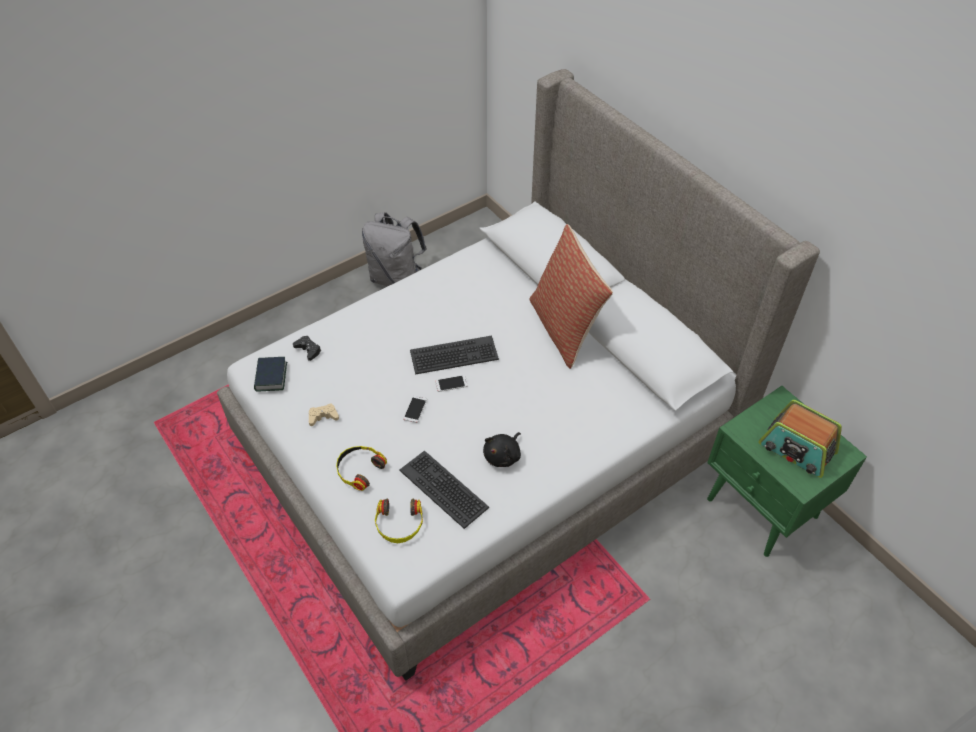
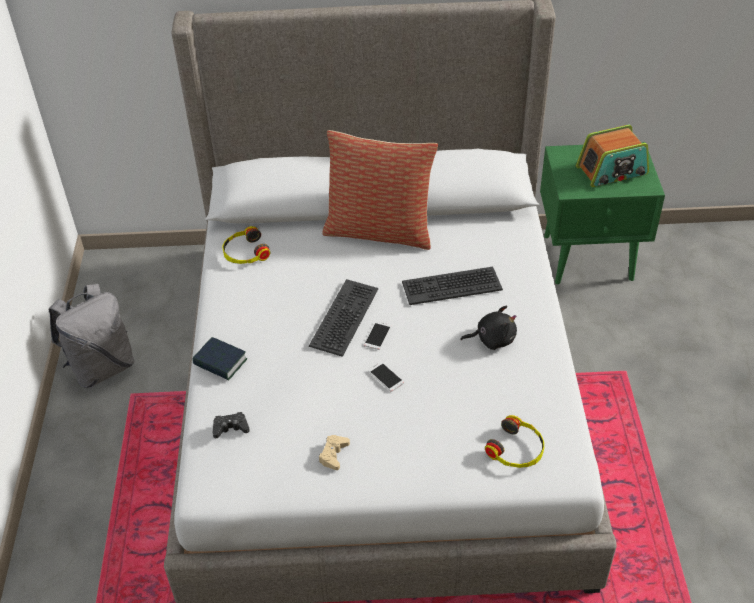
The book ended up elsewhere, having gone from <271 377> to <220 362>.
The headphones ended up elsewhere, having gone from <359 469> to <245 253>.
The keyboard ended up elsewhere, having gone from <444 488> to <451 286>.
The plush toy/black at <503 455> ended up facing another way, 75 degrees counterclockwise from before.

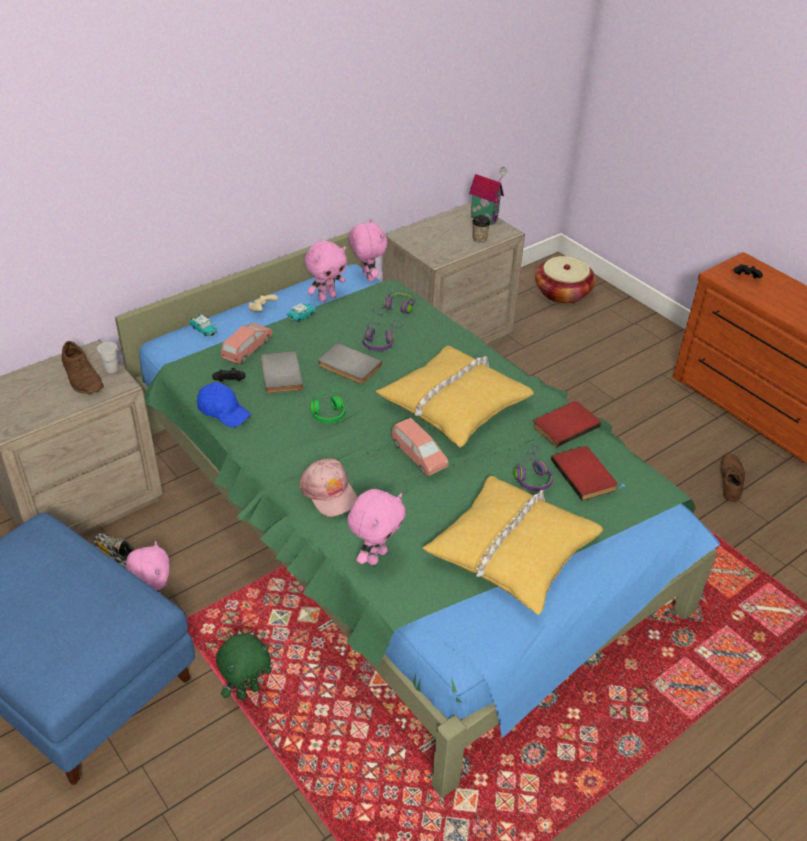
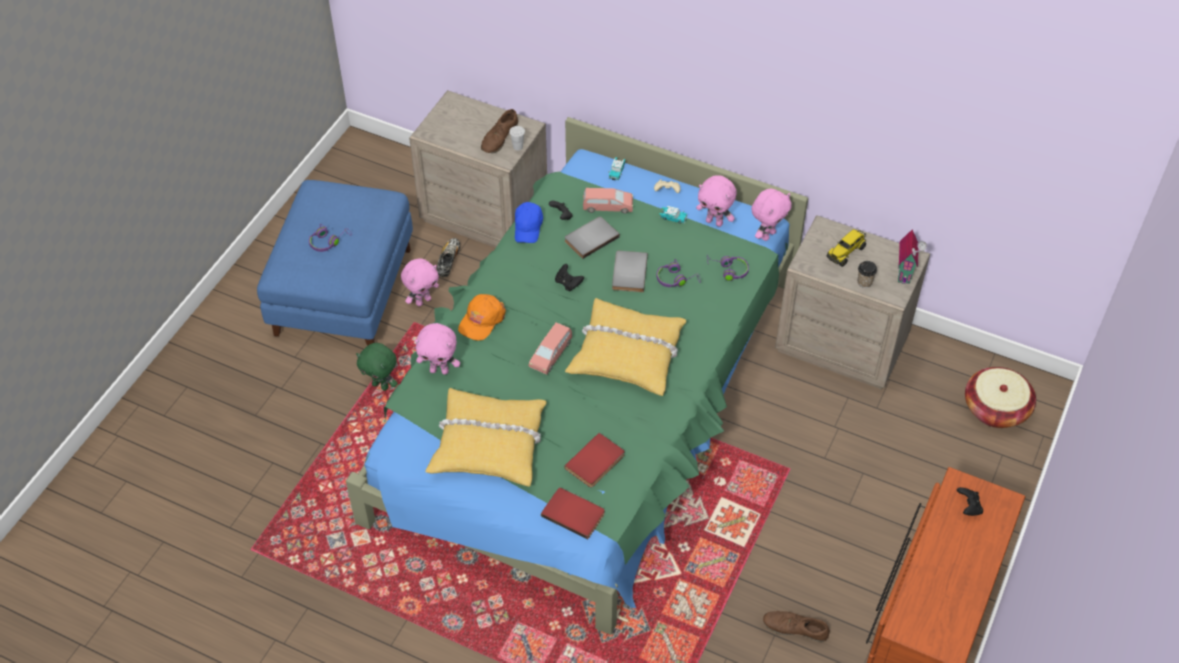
The second view gained the toy truck at <846 252>.
The headphones/purple ended up elsewhere, having gone from <532 476> to <328 241>.
The book/red ended up elsewhere, having gone from <564 425> to <574 513>.
Where the headphones/green stood at <328 410>, the game controller/black came to stand at <568 283>.
What was the cap/pink at <329 492> turned into the cap/orange at <481 320>.
The shoe/brown at <730 481> ended up facing another way, 150 degrees counterclockwise from before.

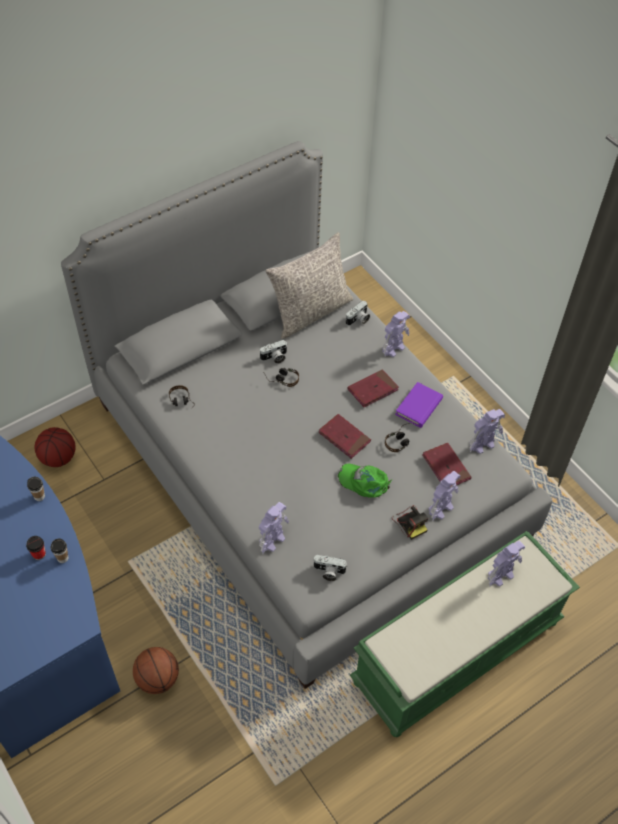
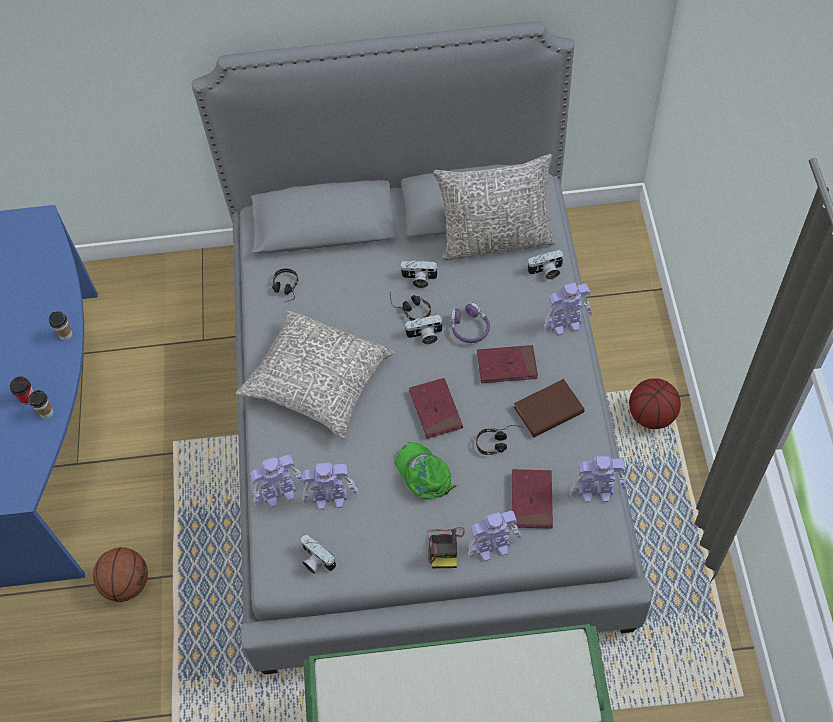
The second view gained the pillow/grey at <317 382>.
The second view gained the photo camera at <425 336>.
The second view gained the headphones/purple at <469 328>.
The basketball ended up elsewhere, having gone from <58 458> to <652 415>.
The toy robot ended up elsewhere, having gone from <501 574> to <331 498>.
What was the book/purple at <419 407> turned into the book/brown at <548 410>.

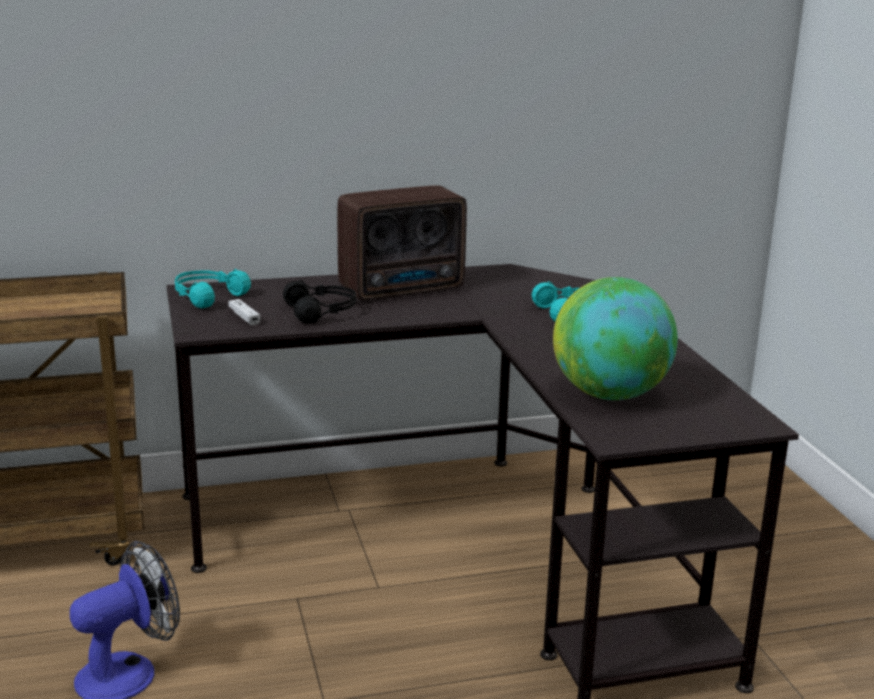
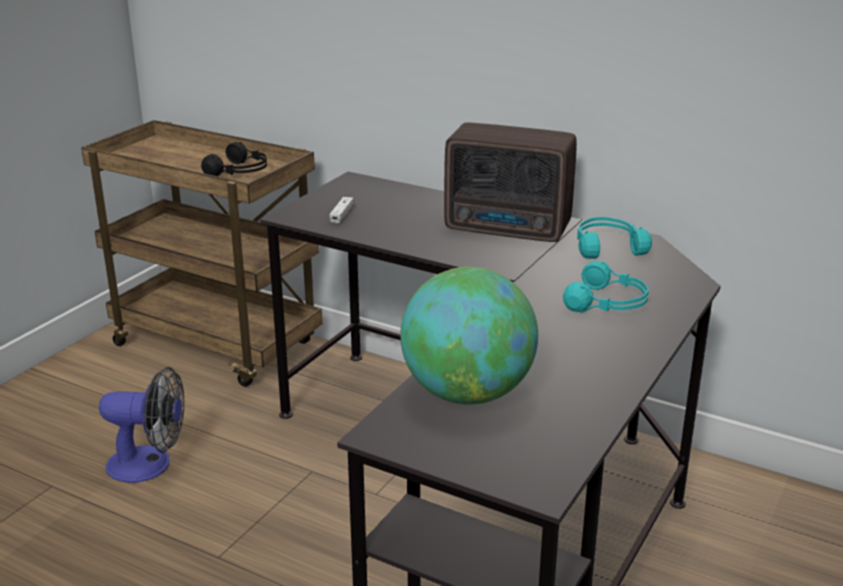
The headphones/turquoise ended up elsewhere, having gone from <207 297> to <607 247>.
The headphones/black ended up elsewhere, having gone from <322 312> to <240 172>.

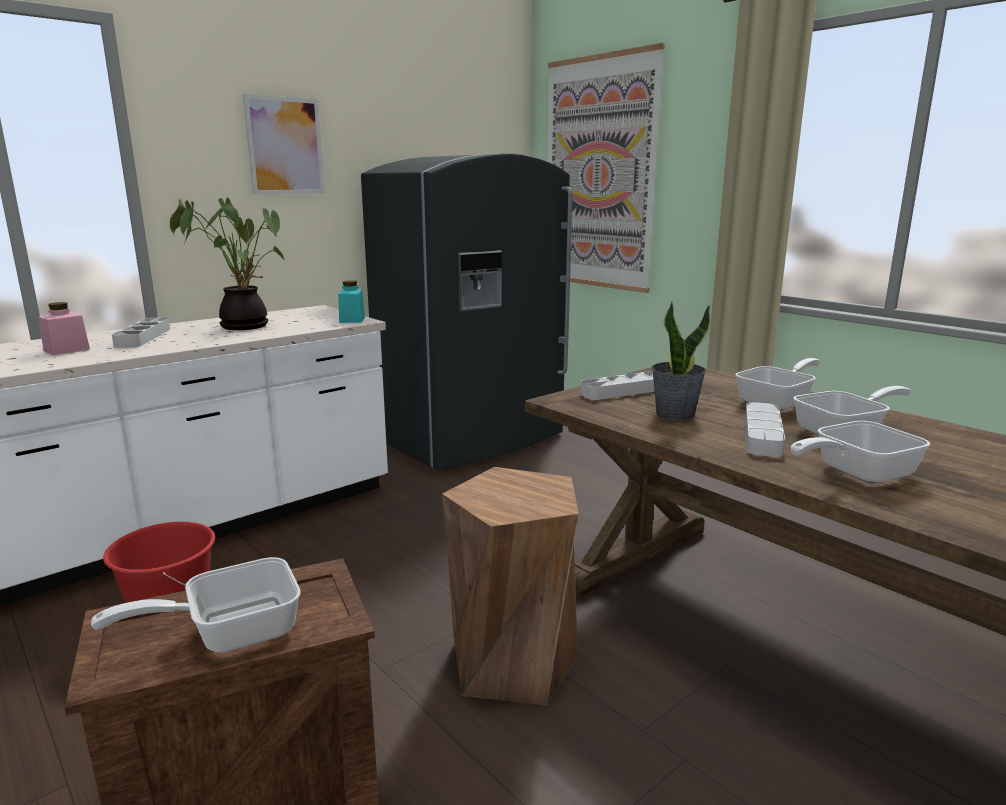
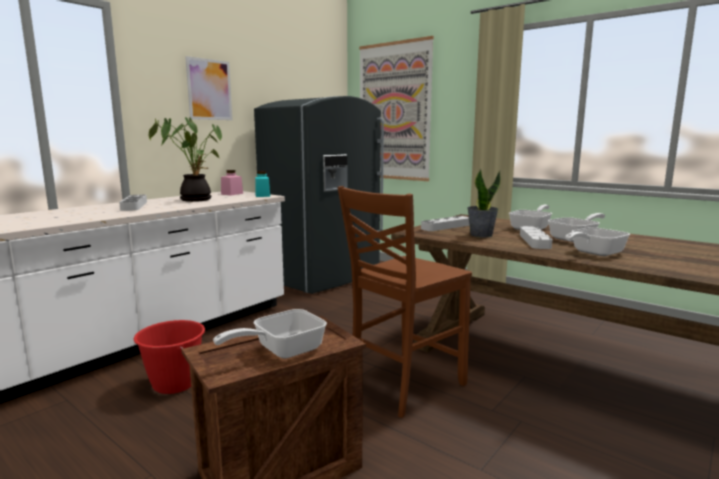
The jar/pink ended up elsewhere, having gone from <66 350> to <232 194>.
Where the stool/brown stood at <512 662>, the chair/brown came to stand at <403 386>.

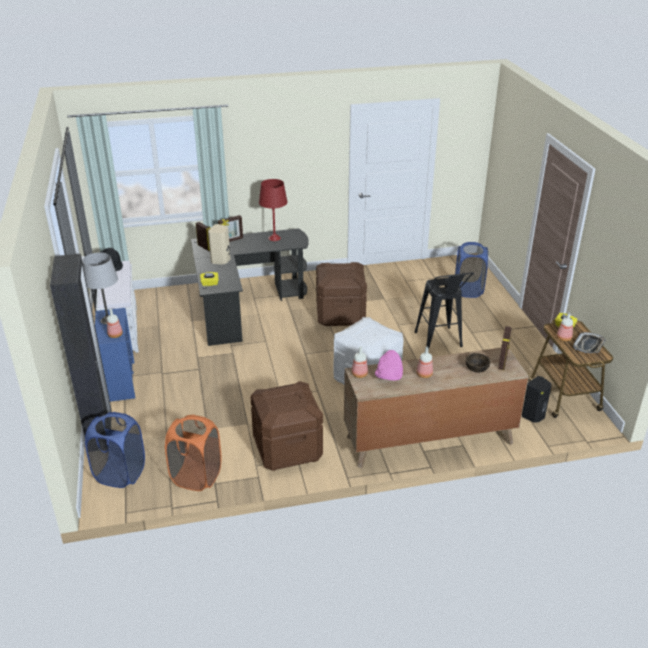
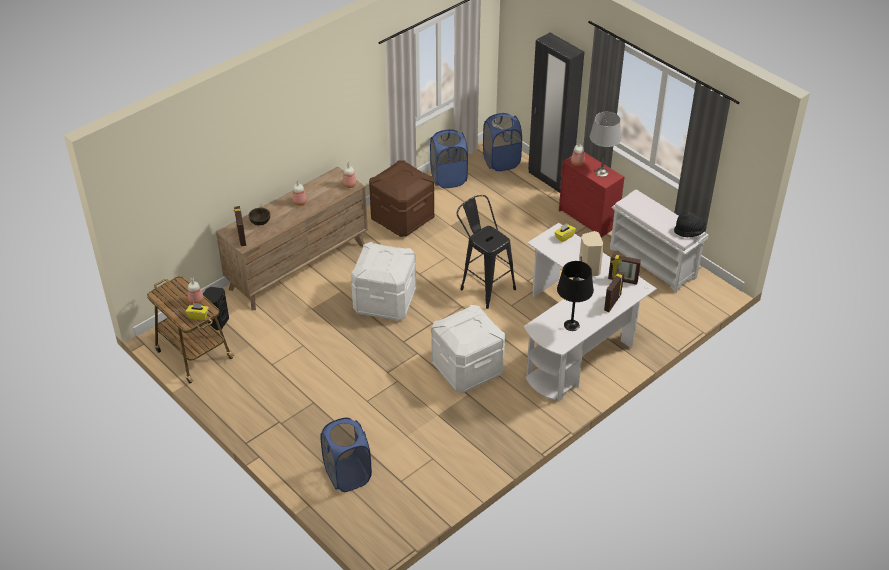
The second view lost the hat/pink at <389 377>.
The second view lost the tray at <589 345>.
The stool/black ended up elsewhere, having gone from <439 342> to <484 286>.
What was the dresser/blue at <120 381> turned into the dresser/red at <588 219>.
What was the laundry basket/orange at <196 477> turned into the laundry basket/blue at <448 178>.
What was the desk/black at <243 305> turned into the desk/white at <578 340>.
What was the table lamp/red at <274 238> turned into the table lamp/black at <571 325>.
What was the storage box/brown at <340 315> turned into the storage box/white at <467 369>.

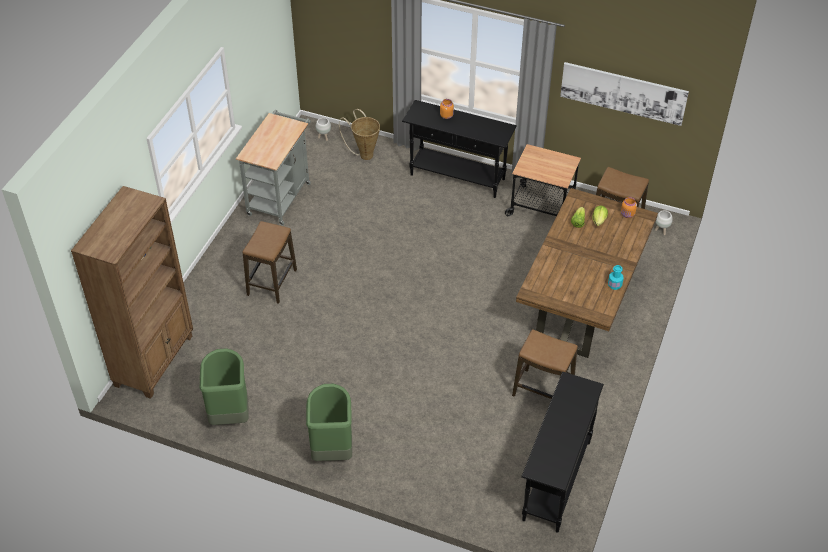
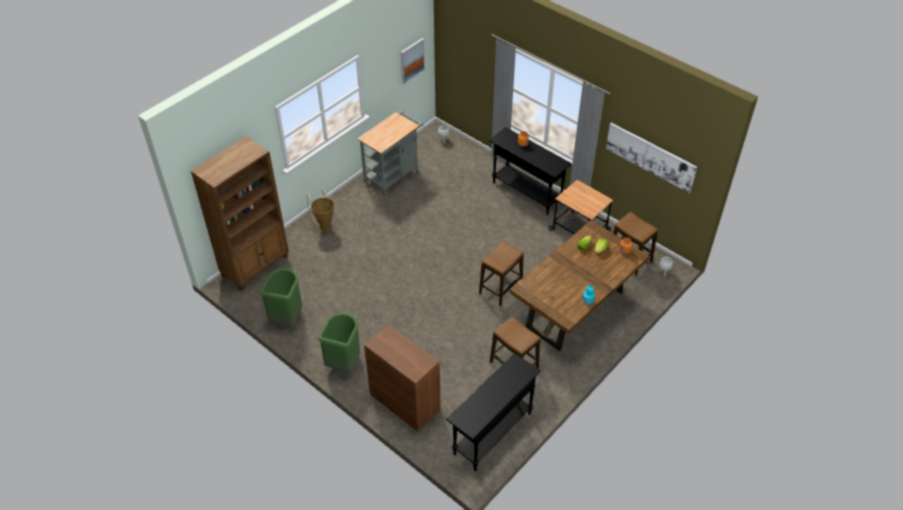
The second view gained the cabinet/brown at <404 402>.
The second view gained the picture at <412 60>.
The stool ended up elsewhere, having gone from <272 282> to <500 288>.
The basket ended up elsewhere, having gone from <364 154> to <325 226>.

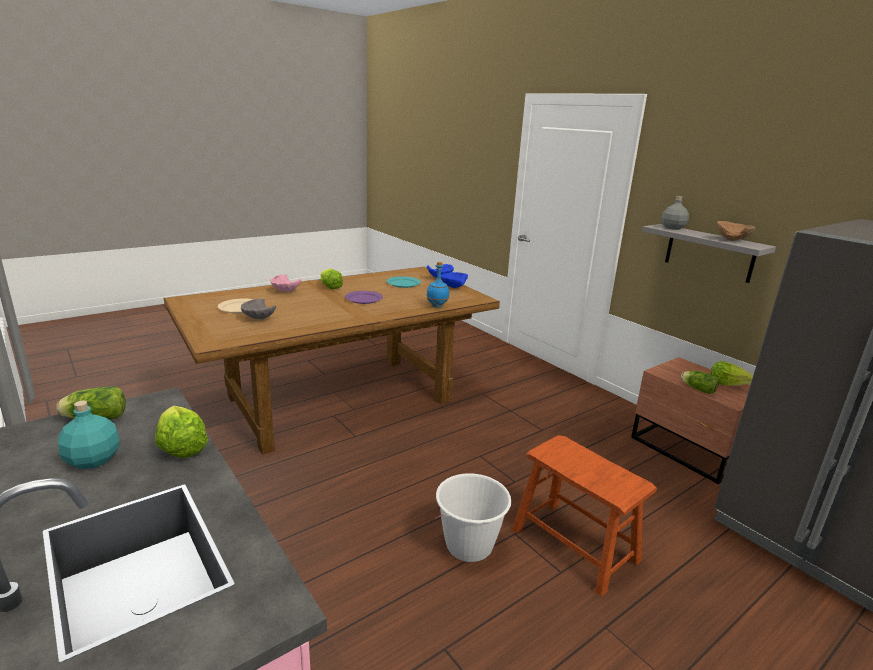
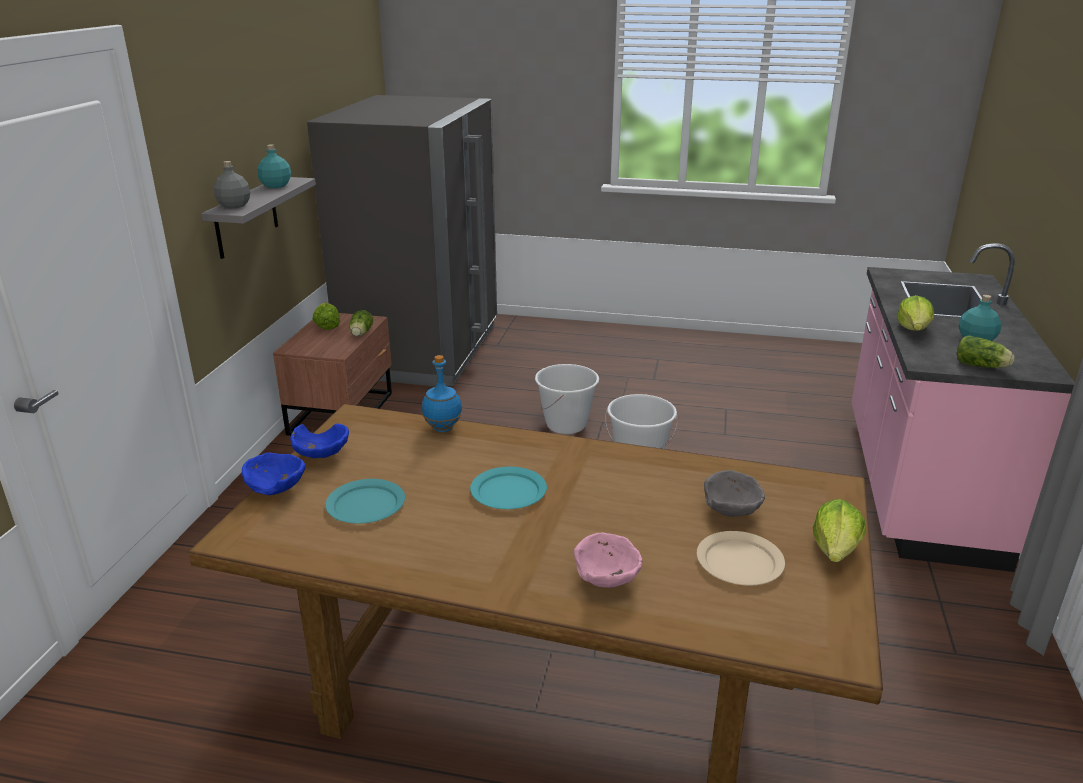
The lettuce ended up elsewhere, having gone from <330 287> to <836 550>.
Where the stool/brown stood at <574 545>, the bucket/white came to stand at <566 425>.
Where the bowl/brown stood at <732 240>, the bottle/turquoise came to stand at <276 186>.
What was the plate/purple at <364 299> turned into the plate/turquoise at <508 491>.

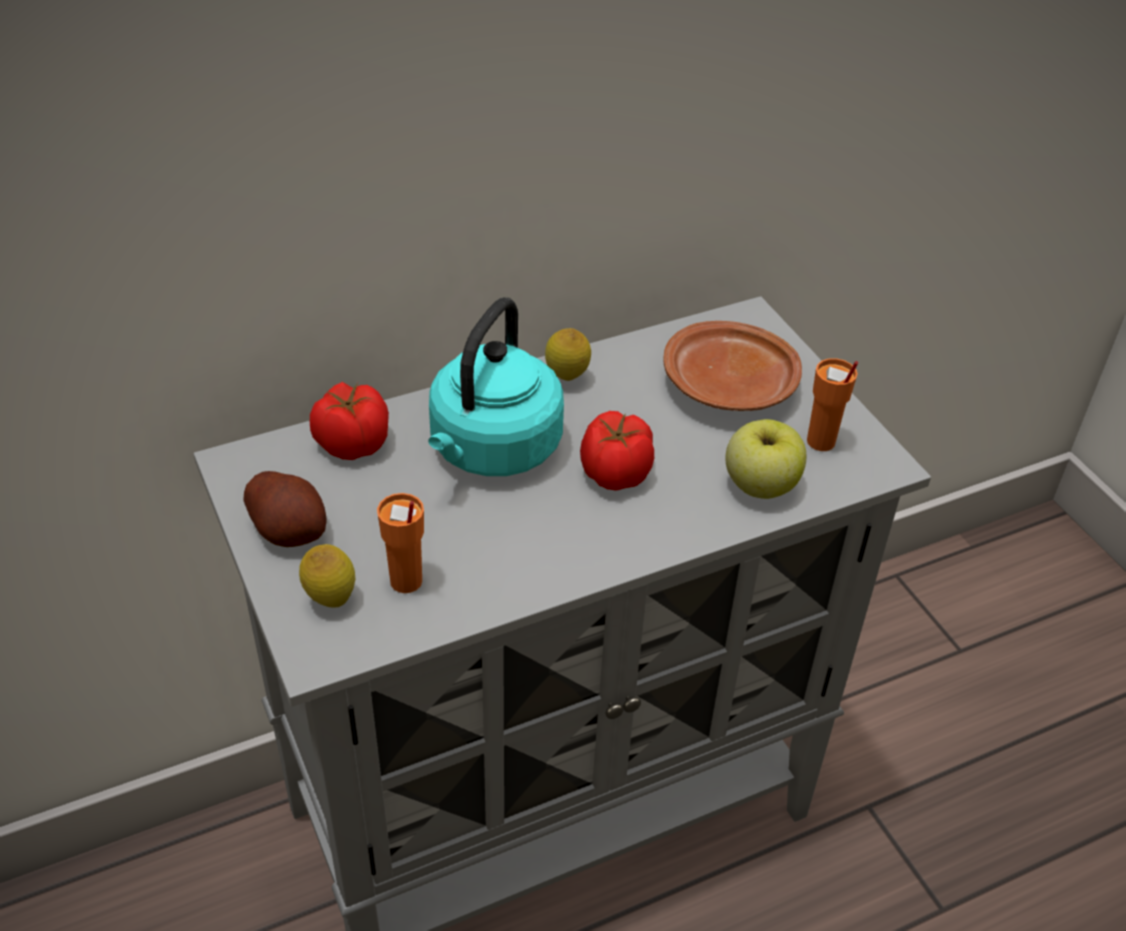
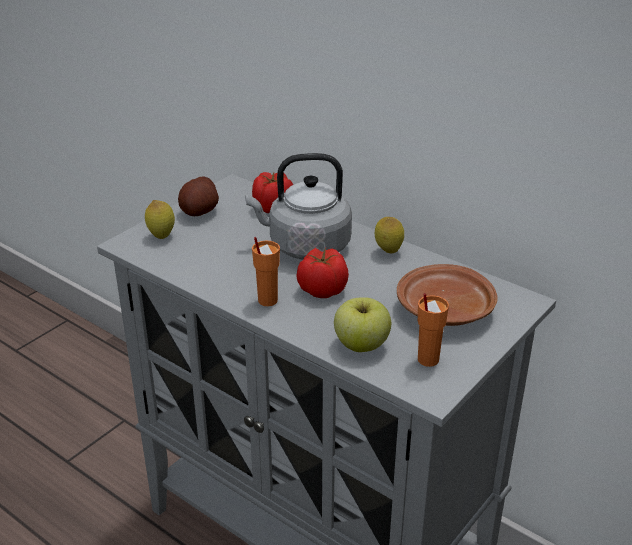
The cup/orange ended up elsewhere, having gone from <406 582> to <267 300>.
What was the kettle/turquoise at <492 450> turned into the kettle/grey at <305 246>.

